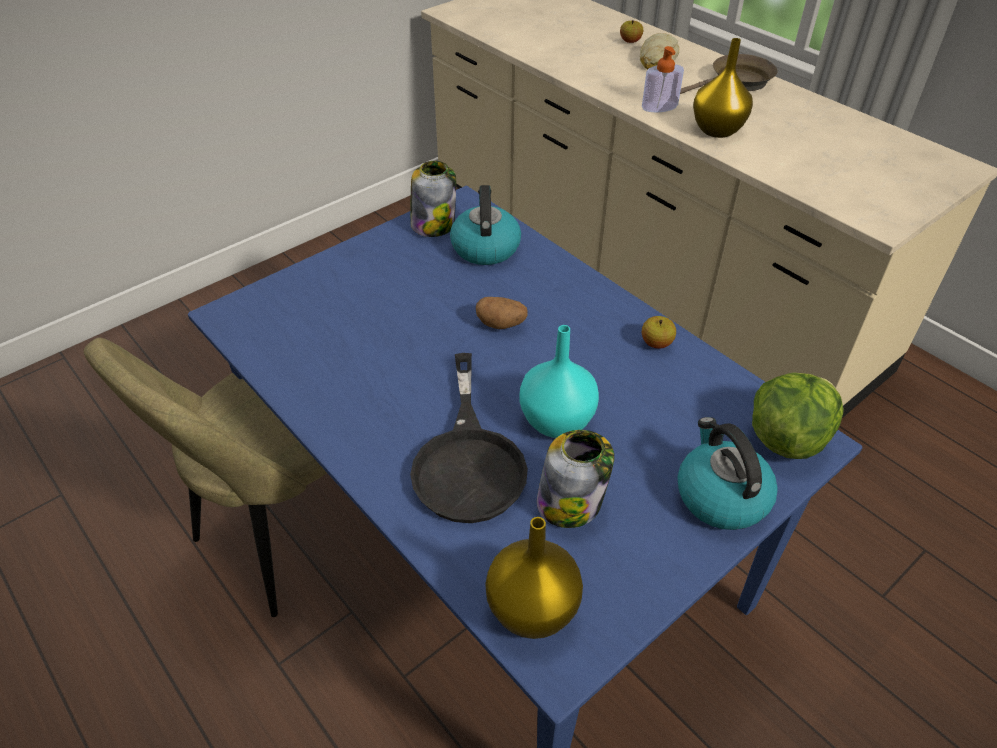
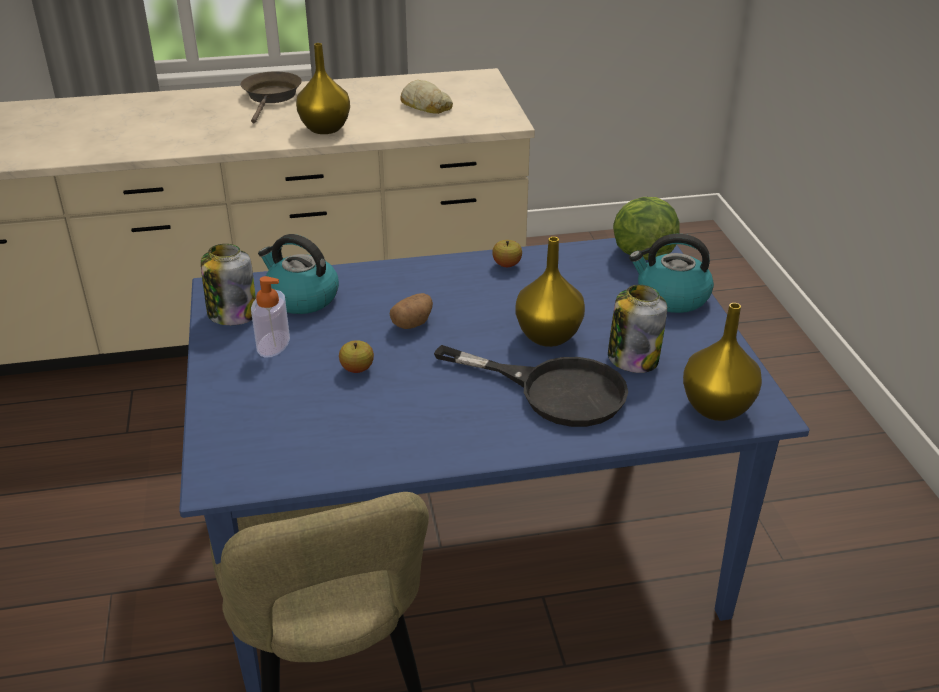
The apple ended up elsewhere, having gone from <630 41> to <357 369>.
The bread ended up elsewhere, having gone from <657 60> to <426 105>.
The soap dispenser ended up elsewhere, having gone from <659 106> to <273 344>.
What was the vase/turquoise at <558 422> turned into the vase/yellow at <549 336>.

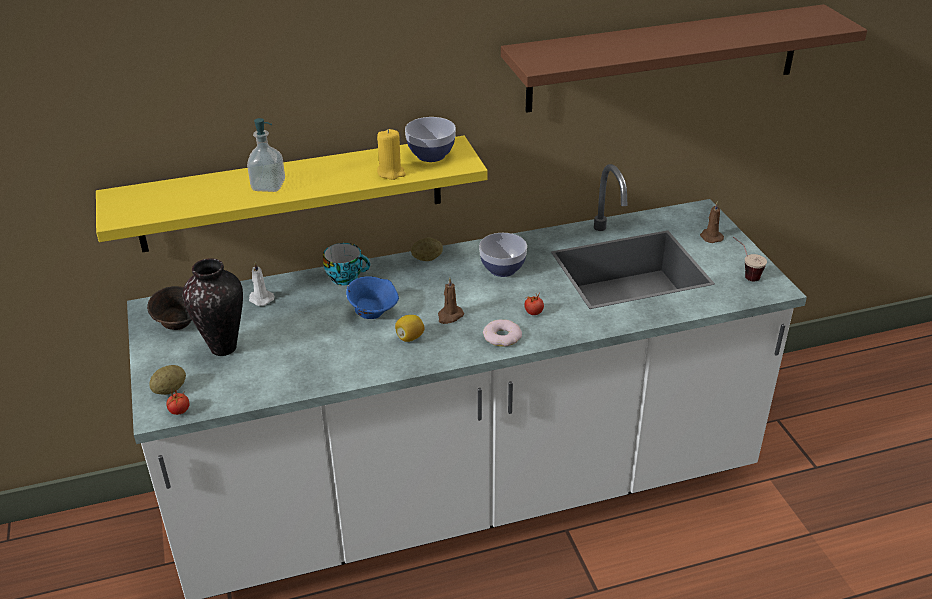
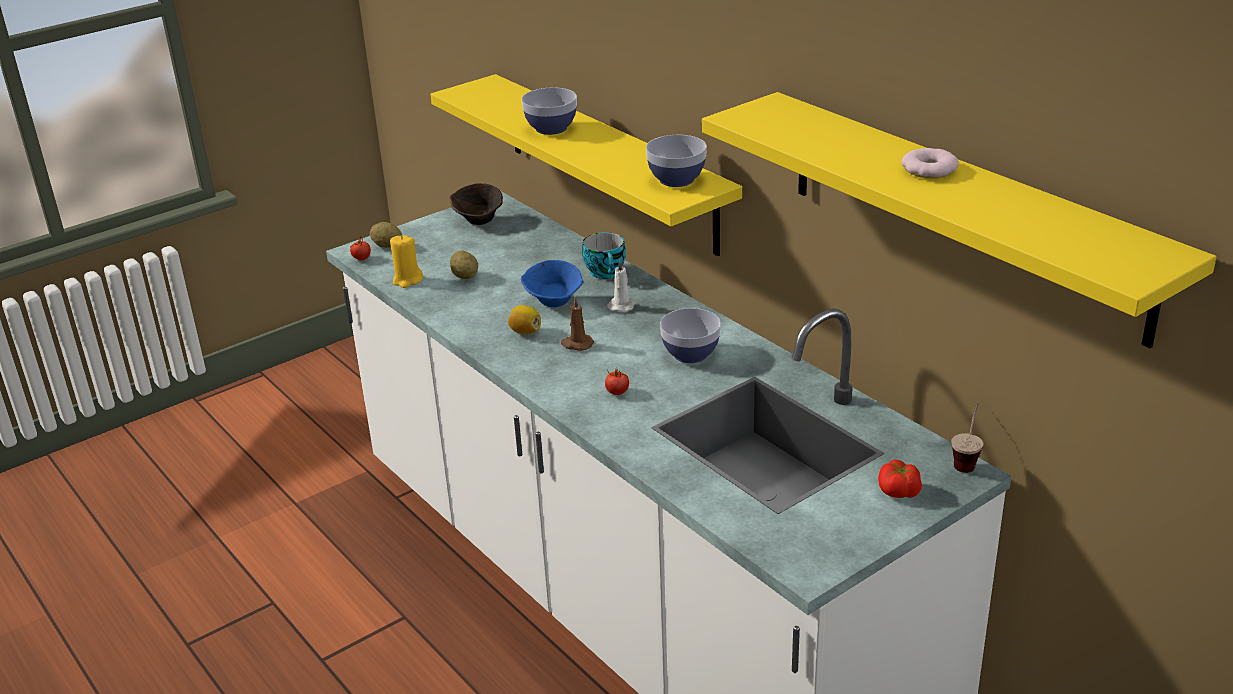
The second view lost the vase at <224 348>.
The candle/white ended up elsewhere, having gone from <260 299> to <622 305>.
The candle/yellow ended up elsewhere, having gone from <391 173> to <407 280>.
The potato ended up elsewhere, having gone from <427 259> to <465 276>.
The donut ended up elsewhere, having gone from <502 336> to <929 170>.
The cup ended up elsewhere, having gone from <744 274> to <967 460>.
Where the soap dispenser stood at <268 185>, the bowl came to stand at <551 128>.
Where the candle/brown stood at <710 237>, the tomato came to stand at <898 492>.
What was the shelf/brown at <665 58> turned into the shelf/yellow at <961 212>.

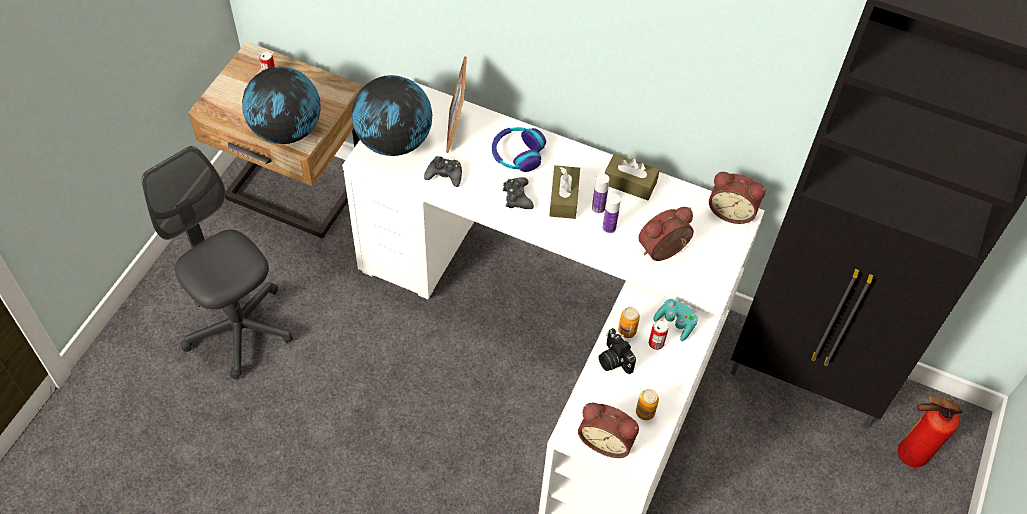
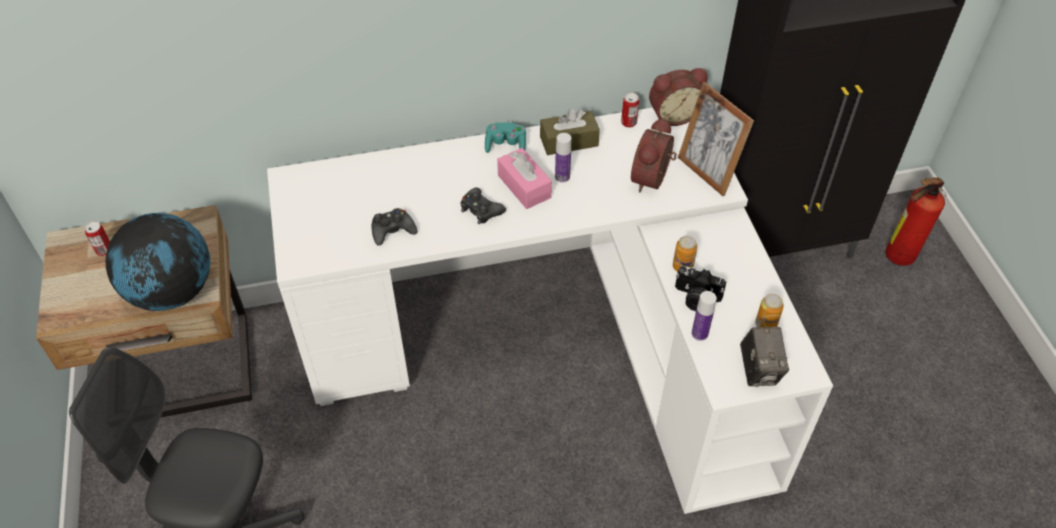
The second view lost the globe at <394 142>.
The second view lost the headphones at <517 154>.
The picture frame ended up elsewhere, having gone from <456 131> to <707 172>.
The bottle ended up elsewhere, having gone from <609 228> to <699 334>.
The can ended up elsewhere, having gone from <656 343> to <628 123>.
The game controller/turquoise ended up elsewhere, having gone from <675 323> to <506 145>.
Where the alarm clock stood at <606 440>, the photo camera came to stand at <759 370>.
What was the tissue box/brown at <564 198> turned into the tissue box/pink at <524 186>.

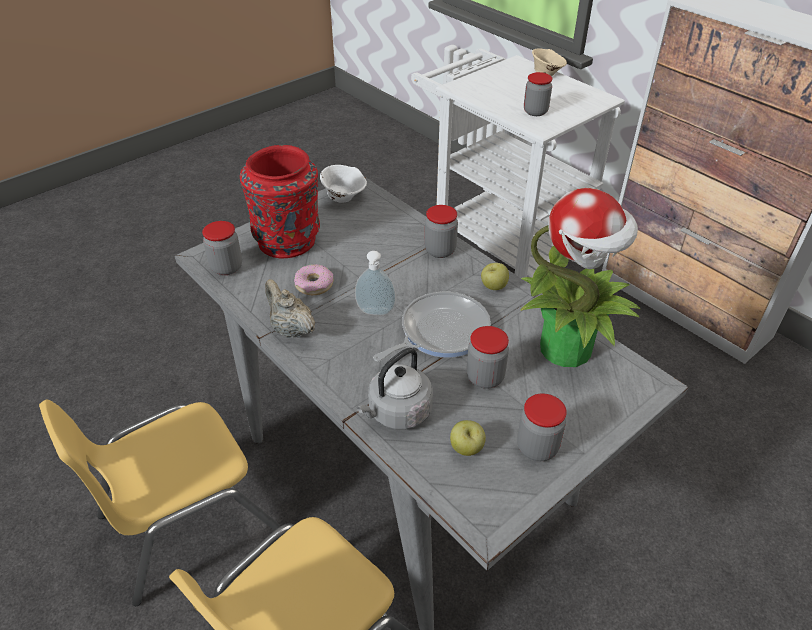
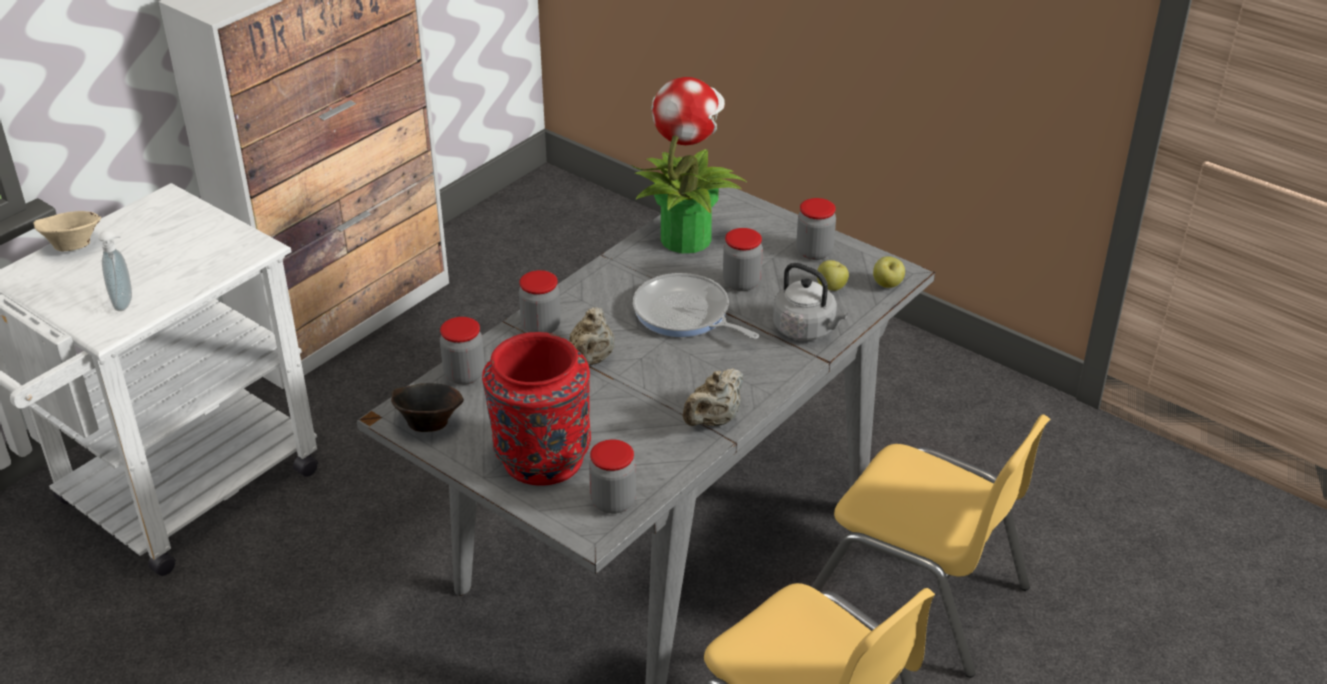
The second view lost the donut at <314 284>.
The second view gained the teapot/beige at <591 359>.
The soap dispenser ended up elsewhere, having gone from <375 313> to <126 303>.
The apple ended up elsewhere, having gone from <493 287> to <887 285>.
The jar ended up elsewhere, having gone from <535 112> to <464 375>.
What was the bowl/white at <344 197> turned into the bowl/brown at <428 423>.

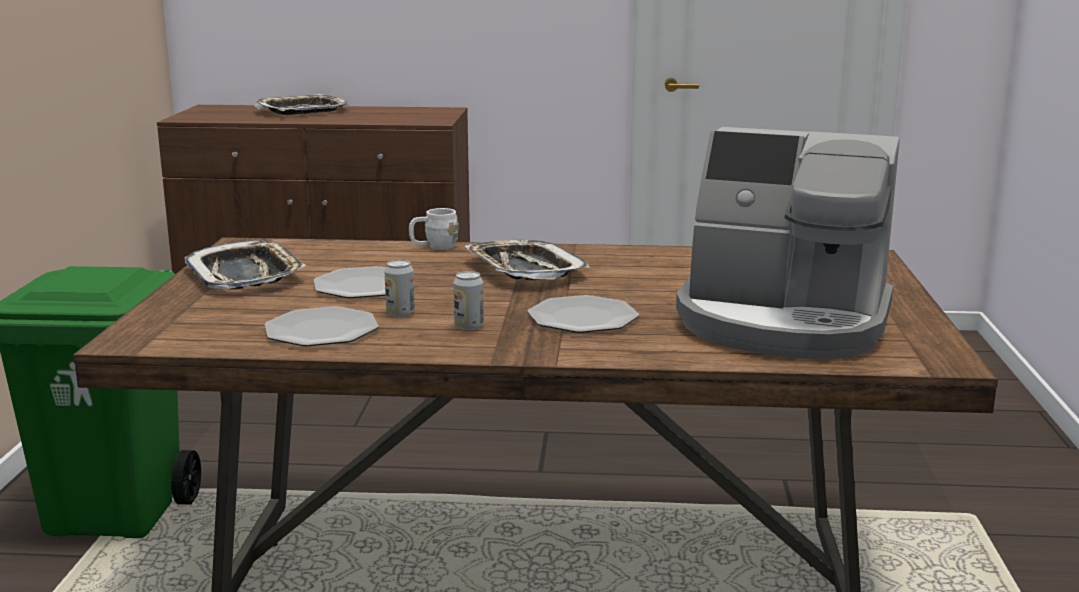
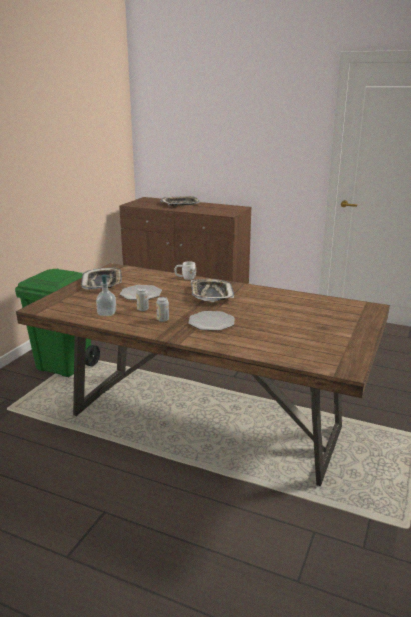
The second view lost the coffee machine at <783 323>.
Where the plate stood at <321 330>, the soap dispenser came to stand at <107 313>.

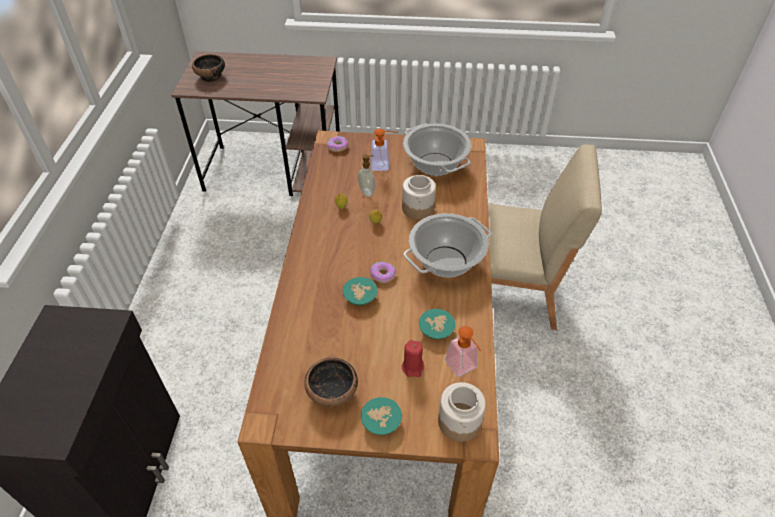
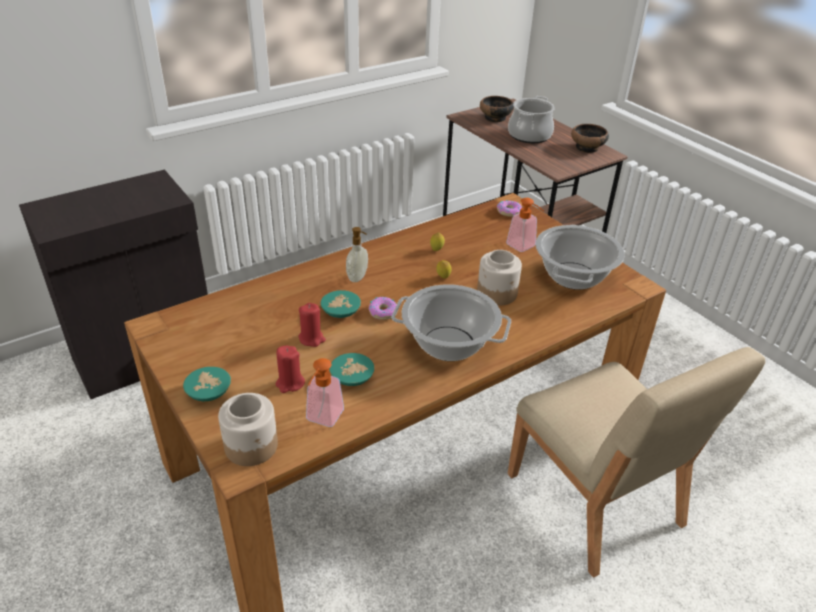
The second view gained the candle/red at <312 339>.
The second view gained the cooking pot at <529 135>.
The bowl ended up elsewhere, having gone from <333 392> to <587 148>.
The soap dispenser ended up elsewhere, having gone from <367 191> to <358 277>.

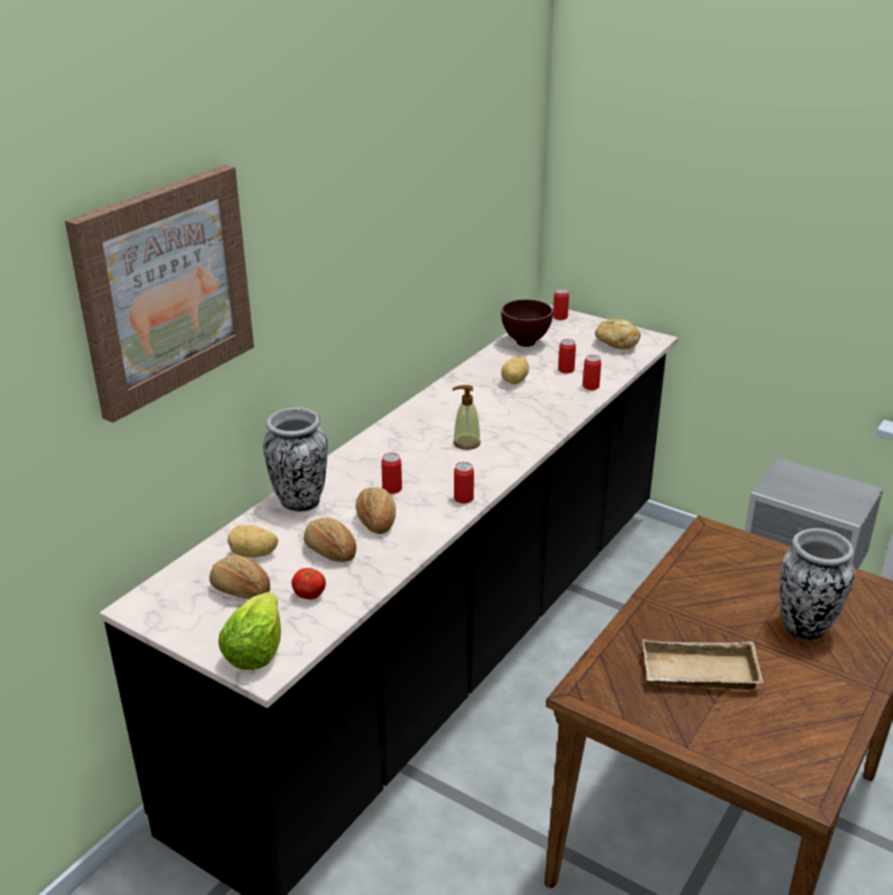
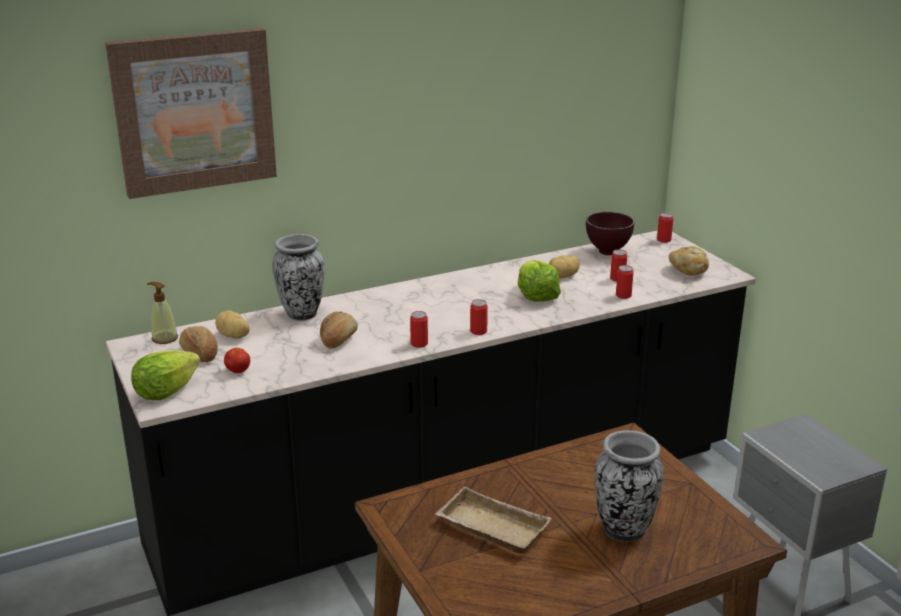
The second view lost the bread at <329 551>.
The second view gained the lettuce at <536 295>.
The can ended up elsewhere, having gone from <392 489> to <478 331>.
The soap dispenser ended up elsewhere, having gone from <466 443> to <164 338>.

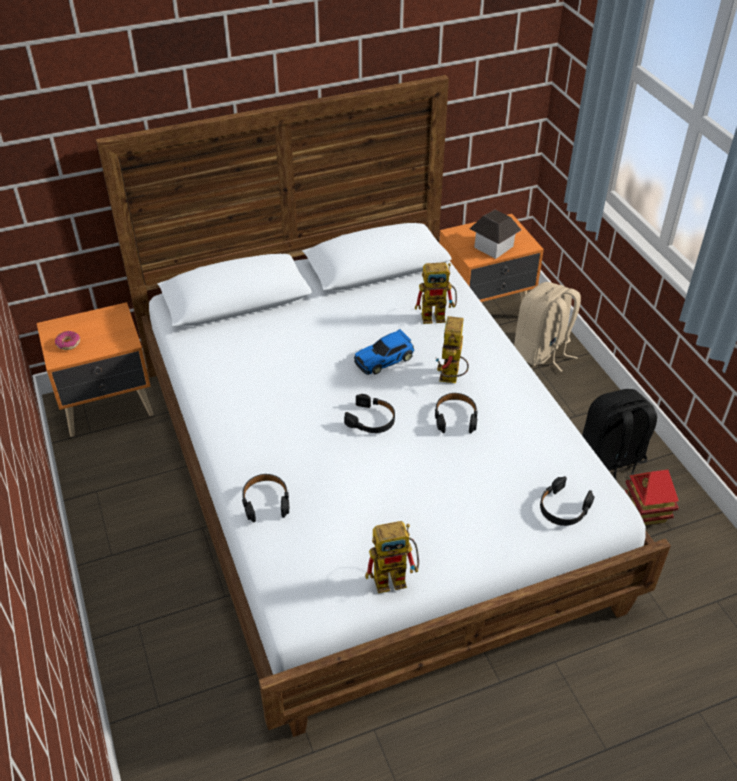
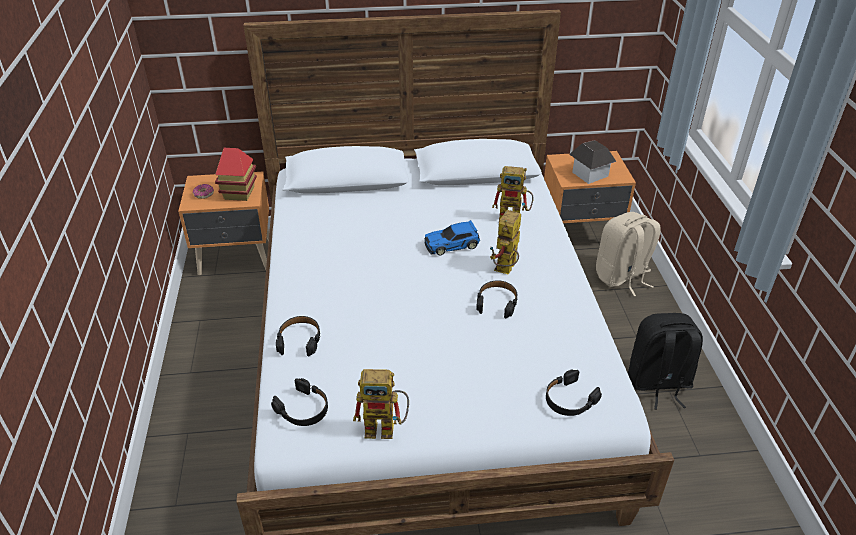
The headphones/black ended up elsewhere, having gone from <371 420> to <303 409>.
The toy house ended up elsewhere, having gone from <646 512> to <239 193>.

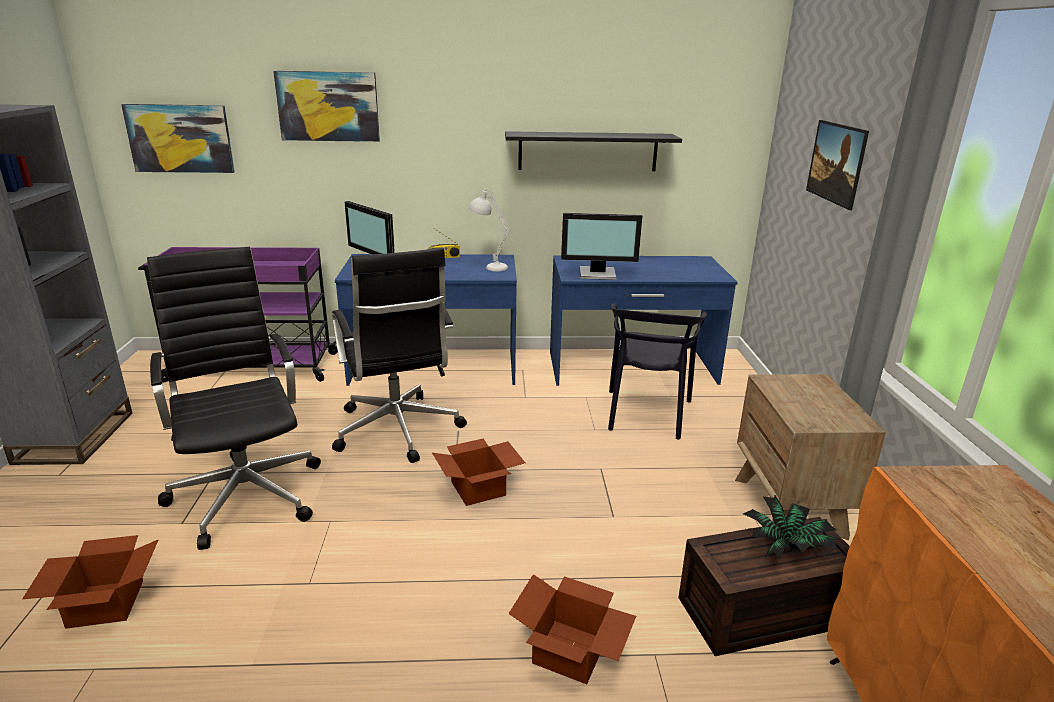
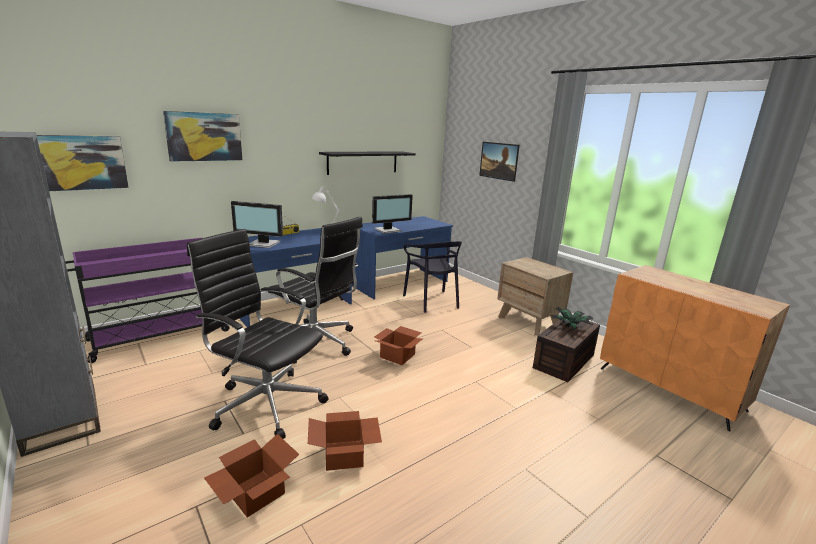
The cardboard box ended up elsewhere, having gone from <571 653> to <345 455>.

